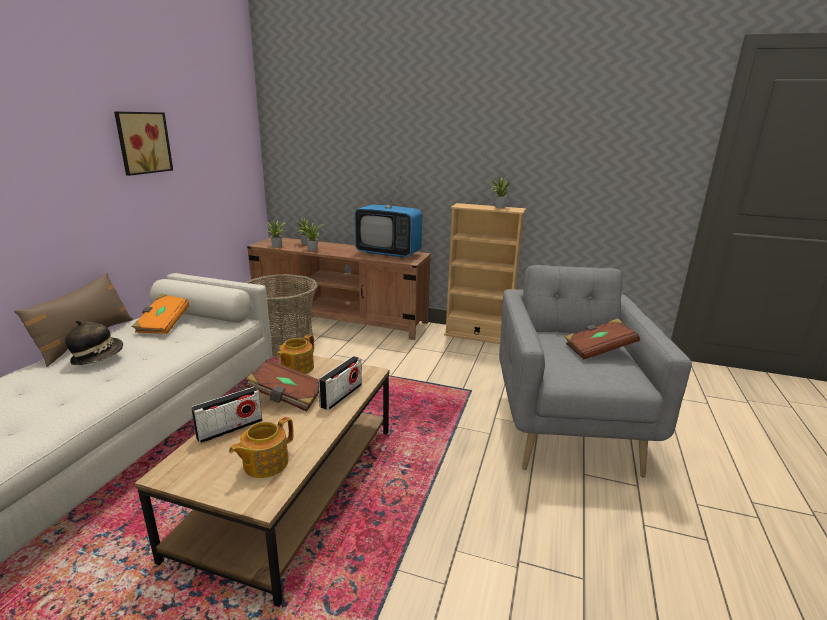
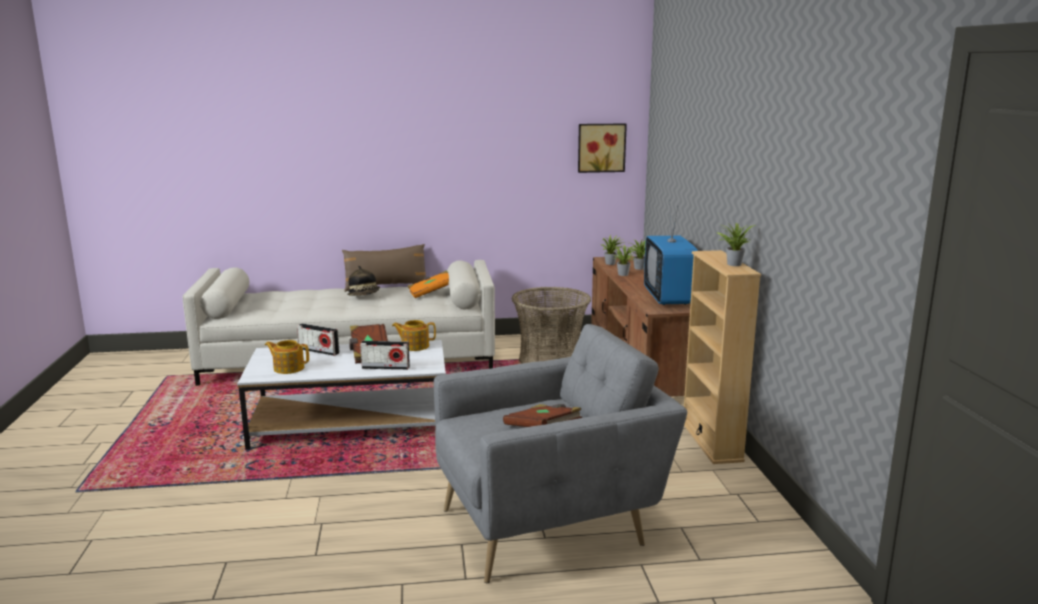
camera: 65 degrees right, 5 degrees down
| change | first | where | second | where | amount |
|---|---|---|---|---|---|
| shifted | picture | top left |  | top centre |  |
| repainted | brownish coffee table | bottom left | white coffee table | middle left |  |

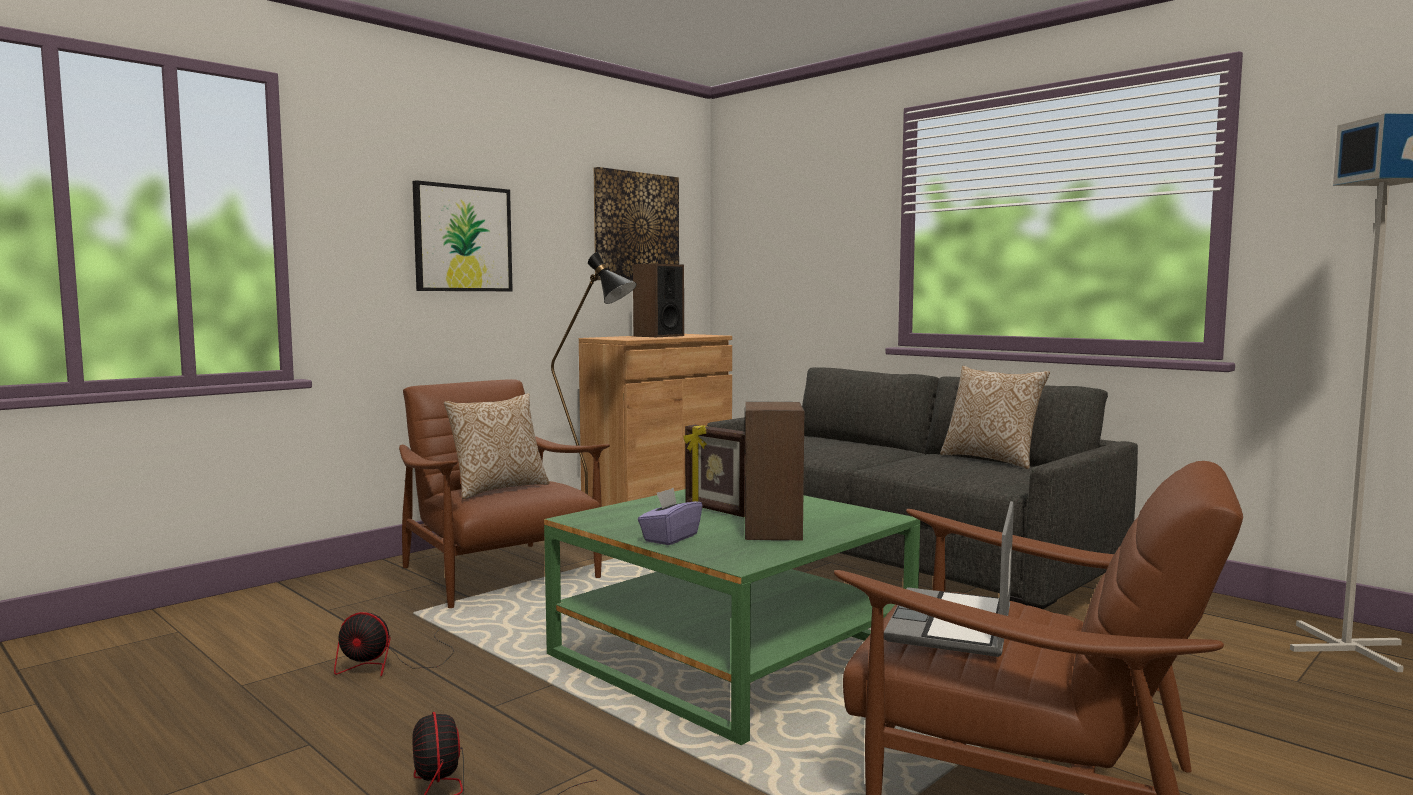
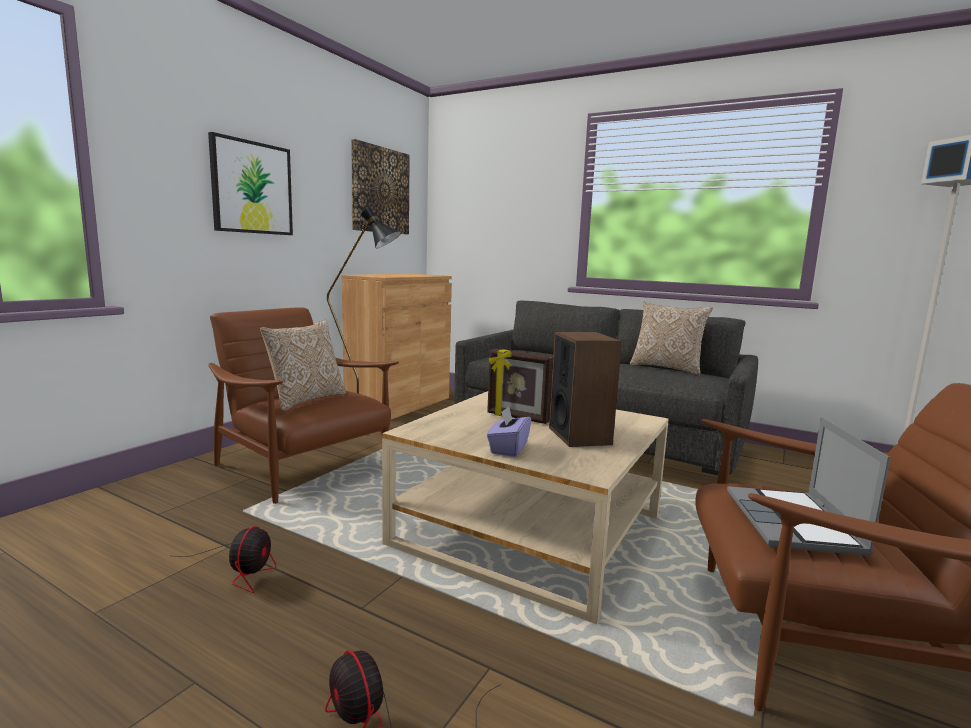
camera: 15 degrees left, 5 degrees up
| change | first | where | second | where | amount |
|---|---|---|---|---|---|
| rotated | cooling fan (no. 1 from left) | bottom left |  | bottom left | 75 degrees counterclockwise |
| repainted | green-coloured coffee table | bottom centre | beige-coloured coffee table | bottom centre |  |
| gone | speaker (no. 1 from left) | centre |  |  |  |

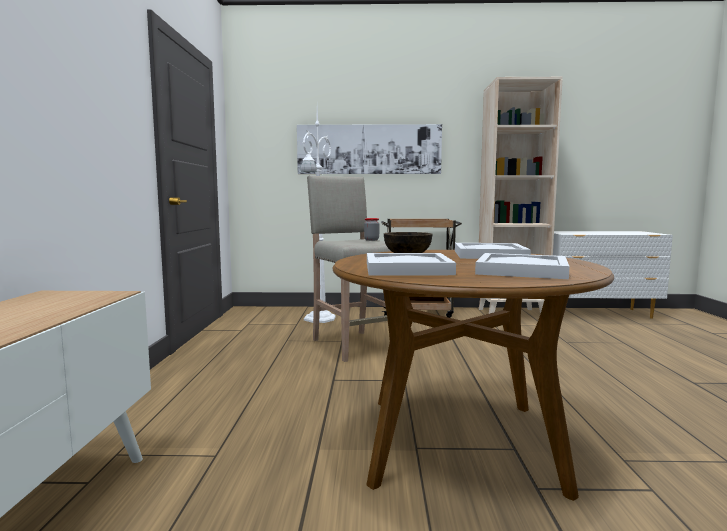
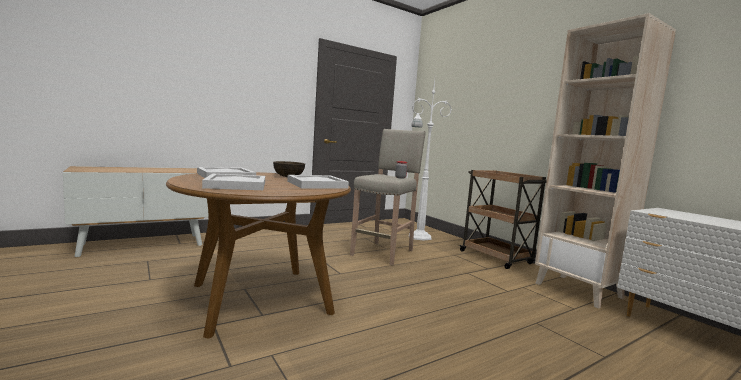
camera: 55 degrees right, 0 degrees up
| change | first | where | second | where | amount |
|---|---|---|---|---|---|
| gone | picture | top centre |  |  |  |

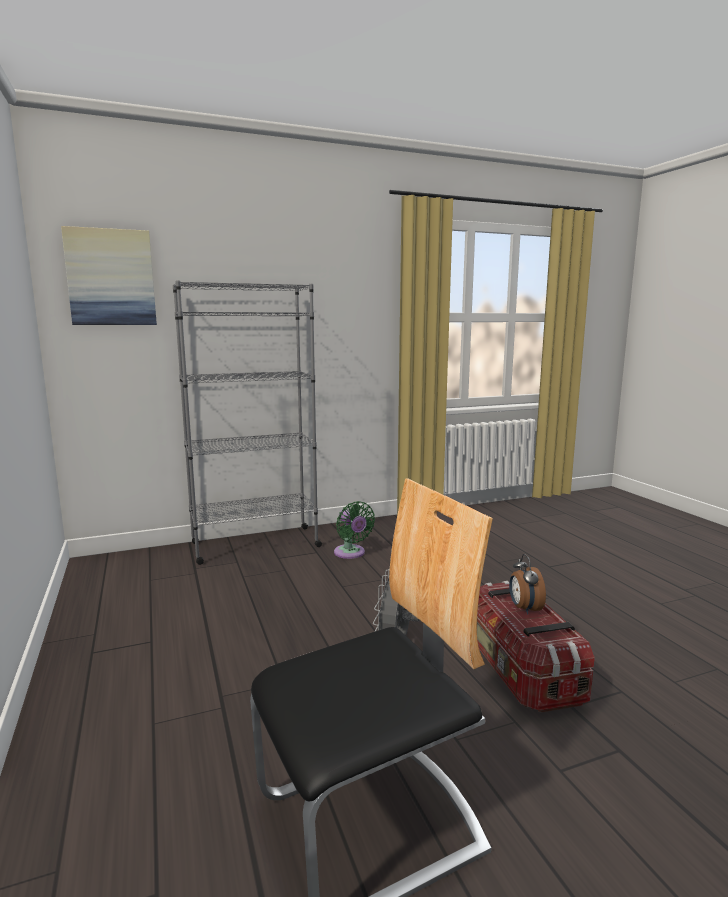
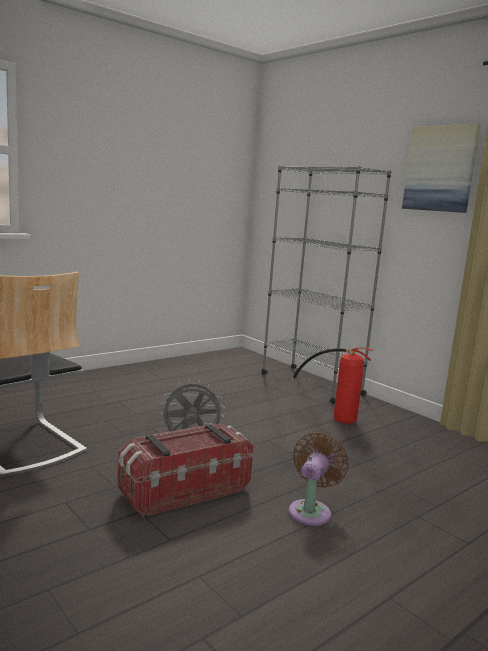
camera: 70 degrees right, 0 degrees up
| change | first | where | second | where | amount |
|---|---|---|---|---|---|
| shifted | picture | top left |  | top right |  |
| swapped | green-coloured cooling fan | centre | fire-fighting cylinder | middle right |  |
| gone | alarm clock | middle right |  |  |  |
| new |  |  | brownish cooling fan | bottom centre |  |

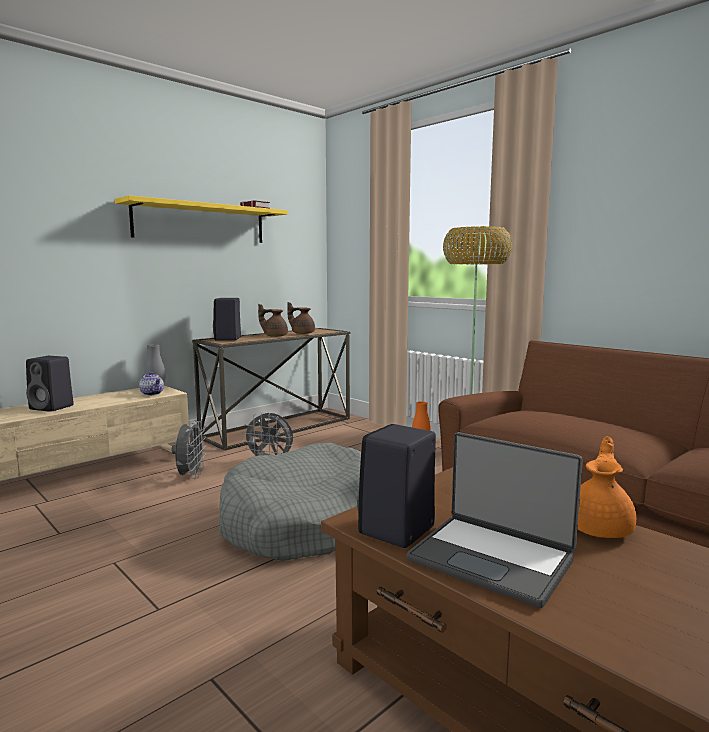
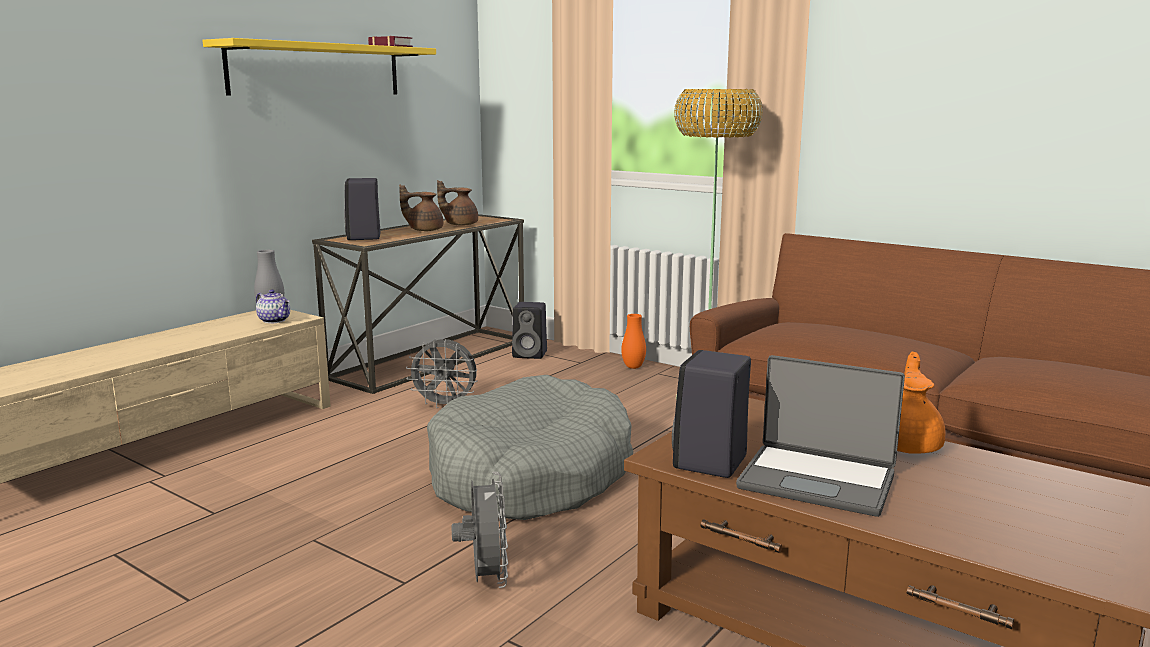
camera: 10 degrees left, 5 degrees up
| change | first | where | second | where | amount |
|---|---|---|---|---|---|
| shifted | black-coloured speaker (no. 1 from left in the first image) | middle left | black-coloured speaker (no. 2 from left) | centre |  |
| shifted | gray cooling fan (no. 1 from left in the first image) | middle left | gray cooling fan (no. 2 from left) | bottom centre |  |

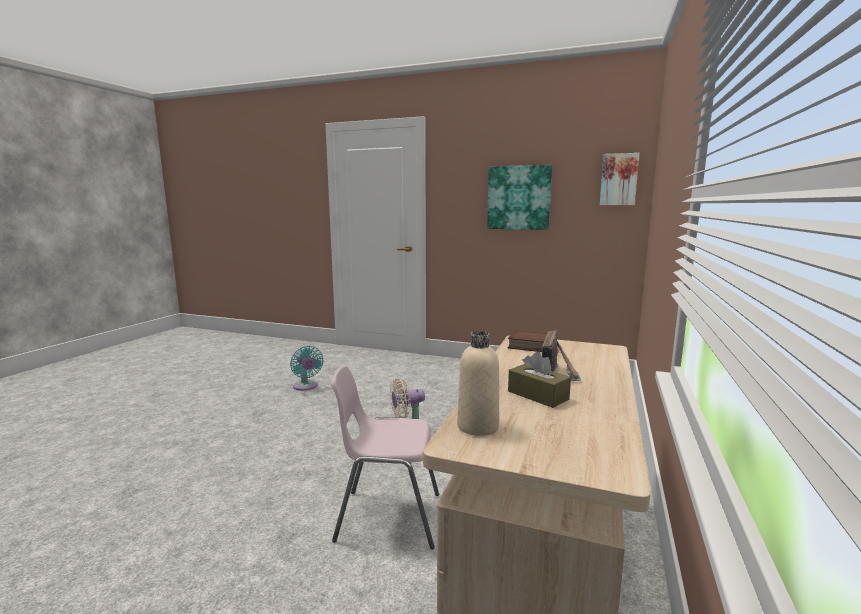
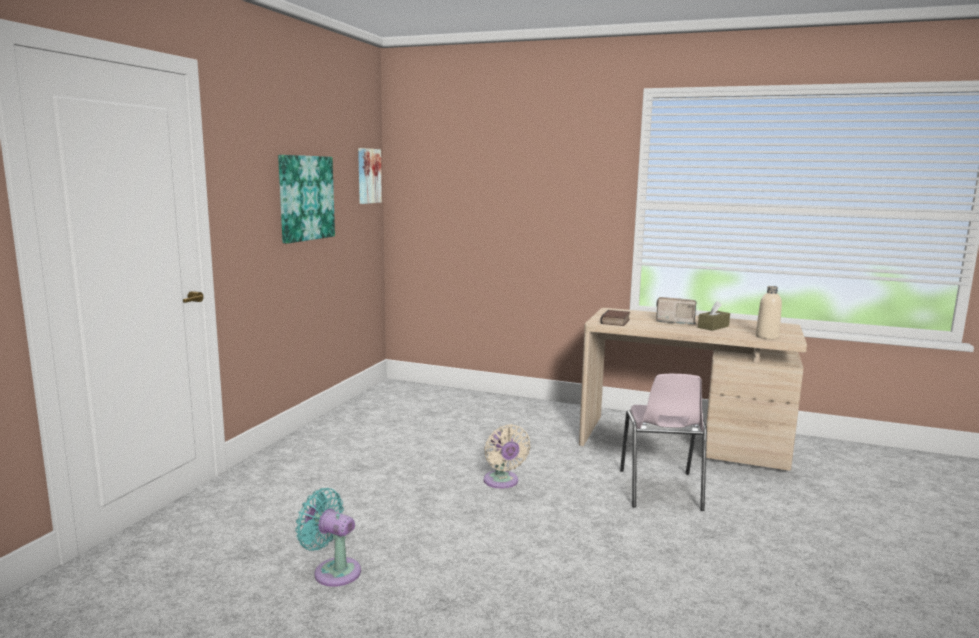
camera: 90 degrees left, 0 degrees up
| change | first | where | second | where | amount |
|---|---|---|---|---|---|
| rotated | turquoise-coloured cooling fan | centre |  | bottom centre | 120 degrees counterclockwise |

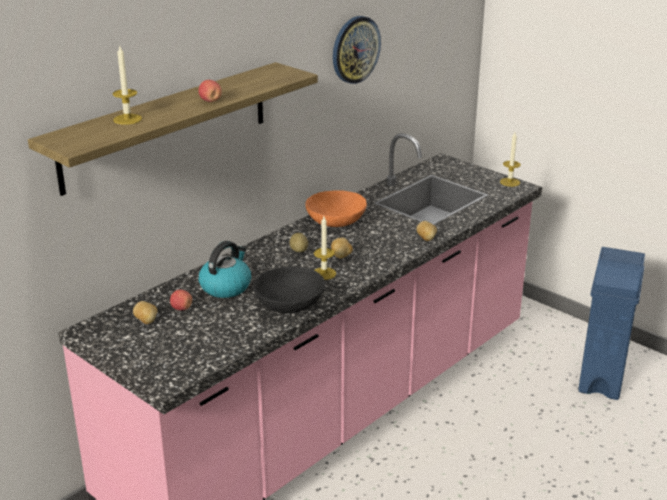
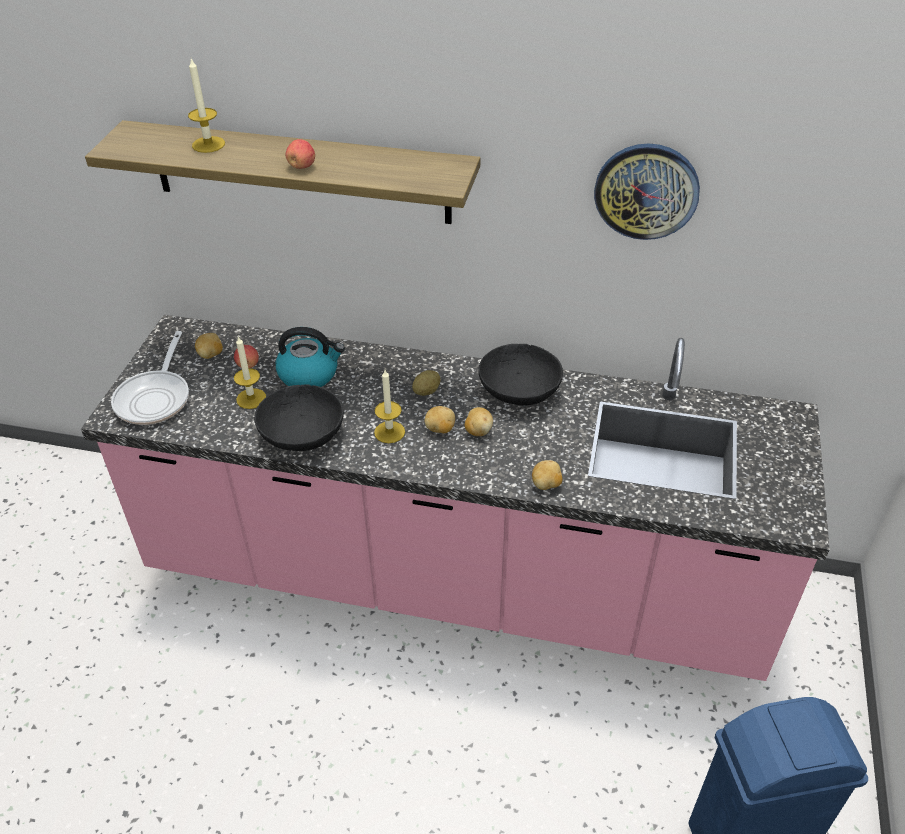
camera: 60 degrees right, 15 degrees up
| change | first | where | second | where | amount |
|---|---|---|---|---|---|
| repainted | orange-coloured serving bowl | centre | black-coloured serving bowl (no. 2 from left) | centre |  |
| shifted | candle (no. 3 from left in the first image) | top right | candle (no. 2 from left) | middle left |  |
| new |  |  | frying pan | middle left |  |
| new |  |  | potato (no. 4 from left) | centre |  |

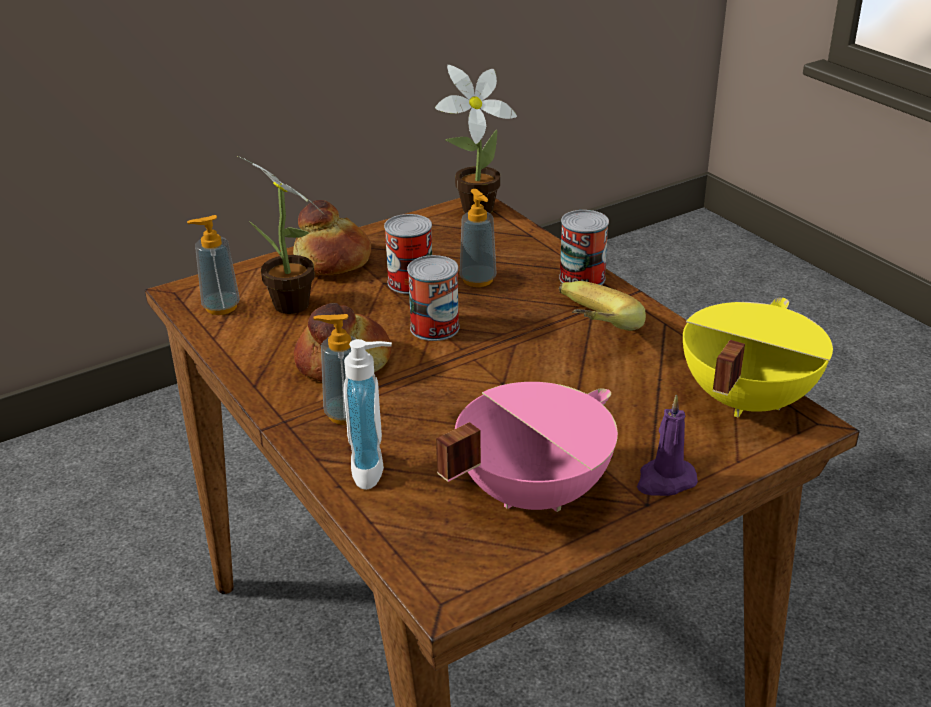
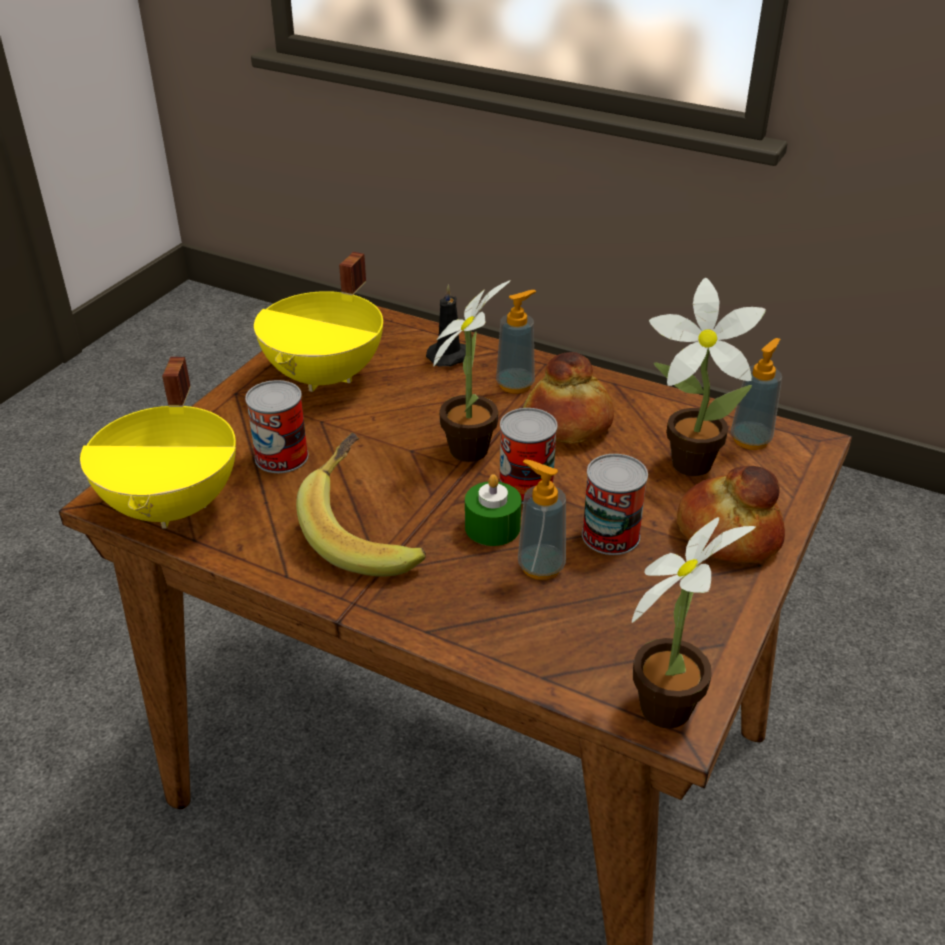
camera: 150 degrees right, 5 degrees up
| change | first | where | second | where | amount |
|---|---|---|---|---|---|
| swapped | liquid soap bottle (no. 3 from left) | centre | black-coloured candle | centre |  |
| repainted | pink-coloured cooking pot | centre | yellowish cooking pot (no. 2 from left) | centre |  |
| shifted | metal can (no. 3 from left in the first image) | centre | metal can (no. 1 from left) | middle left |  |
| gone | purple candle | middle right |  |  |  |
| new |  |  | houseplant (no. 1 from left) | centre |  |
| new |  |  | green-coloured candle | centre |  |

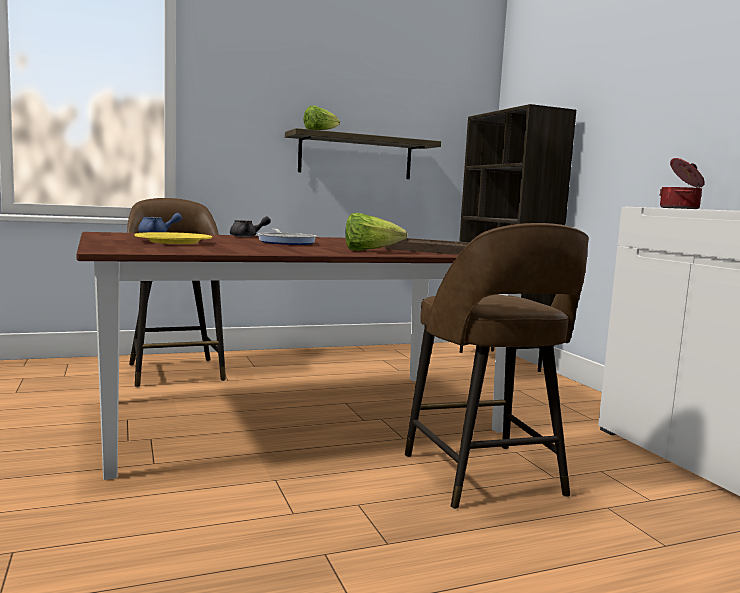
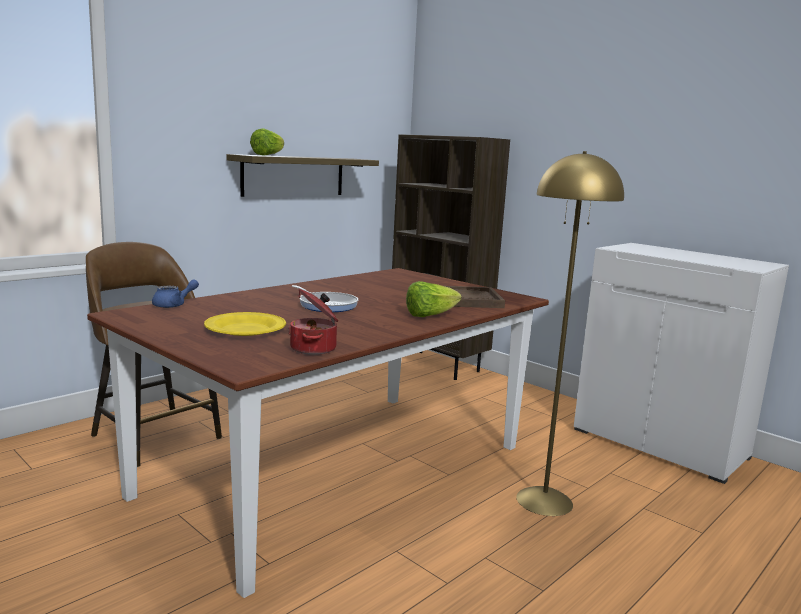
camera: 25 degrees left, 5 degrees up
| change | first | where | second | where | amount |
|---|---|---|---|---|---|
| gone | gray teapot | centre |  |  |  |
| swapped | brownish stool (no. 2 from left) | middle right | yellowish floor lamp | middle right |  |
| shifted | cooking pot | top right |  | centre |  |

